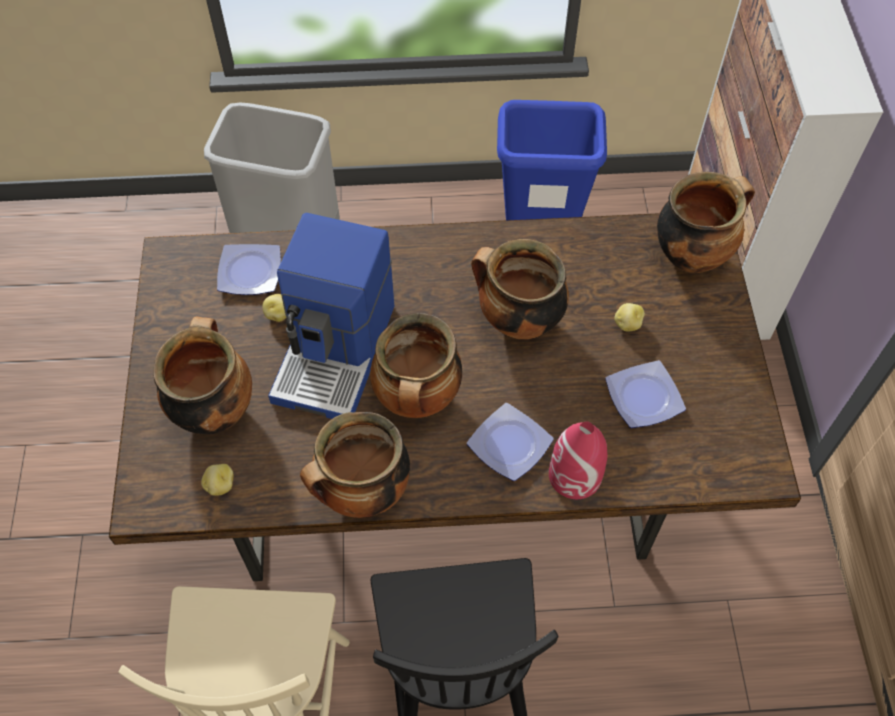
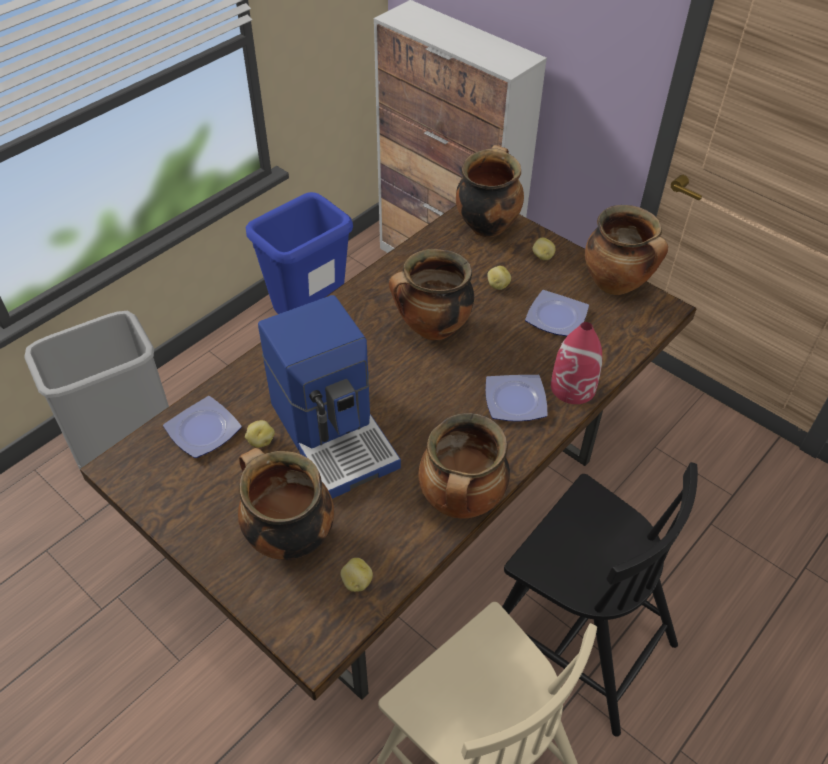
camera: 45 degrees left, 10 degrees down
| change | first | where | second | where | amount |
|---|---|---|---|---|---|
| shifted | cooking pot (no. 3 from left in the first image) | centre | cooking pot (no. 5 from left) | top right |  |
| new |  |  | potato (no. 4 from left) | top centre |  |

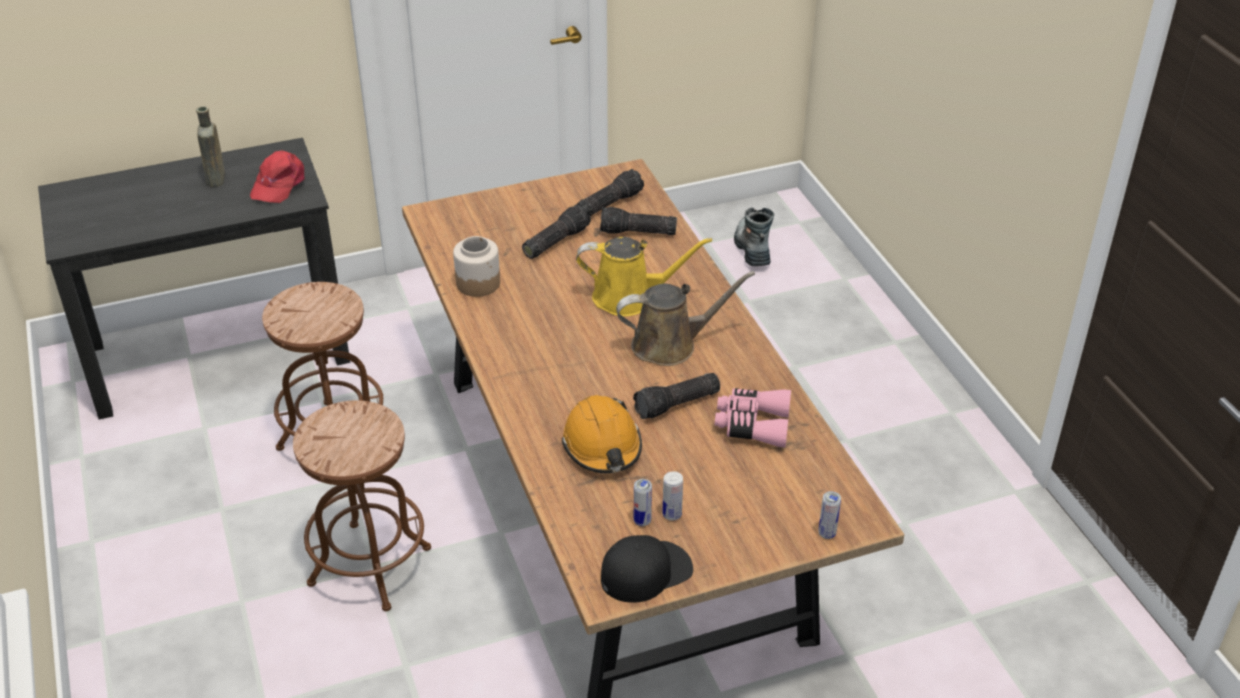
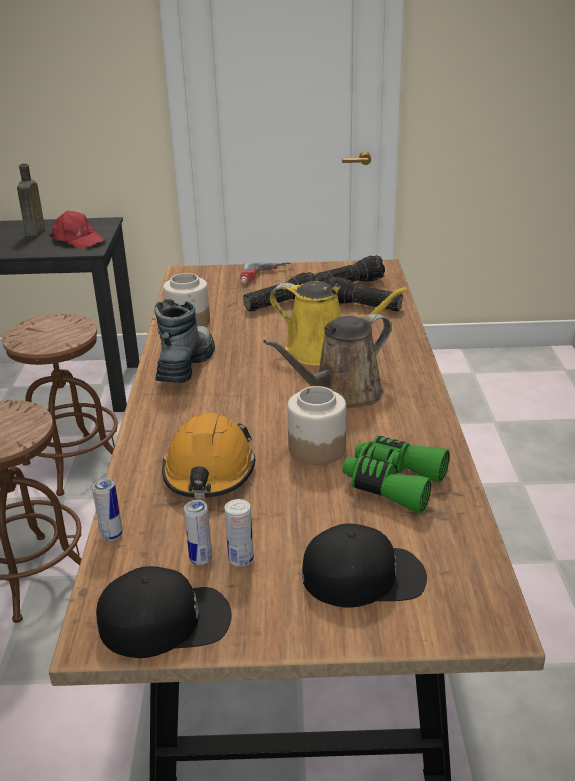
camera: 20 degrees right, 10 degrees down
| change | first | where | second | where | amount |
|---|---|---|---|---|---|
| rotated | red baseball cap | top left |  | top left | 90 degrees counterclockwise |
| rotated | brownish watering can | centre |  | centre | 135 degrees clockwise |
| swapped | flashlight (no. 4 from left) | centre | storage jar (no. 2 from left) | centre |  |
| repainted | pink-coloured pair of binoculars | centre | green-coloured pair of binoculars | middle right |  |
| shifted | tall boot | centre |  | middle left |  |
| shifted | metal can (no. 3 from left in the first image) | bottom right | metal can (no. 1 from left) | middle left |  |
| new |  |  | power drill | centre |  |
| new |  |  | black-coloured baseball cap (no. 2 from left) | bottom centre |  |

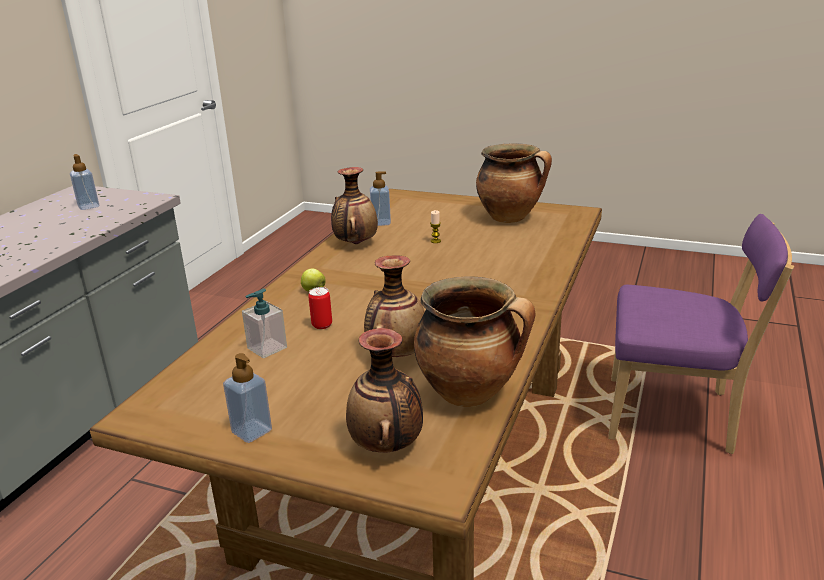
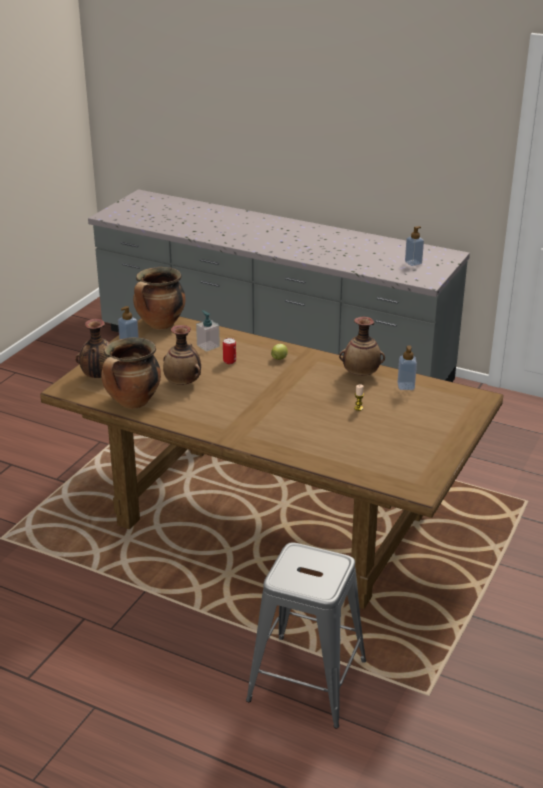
camera: 95 degrees right, 5 degrees up
| change | first | where | second | where | amount |
|---|---|---|---|---|---|
| shifted | cooking pot (no. 2 from left) | top centre |  | middle left |  |
| swapped | purple upright chair | middle right | gray stool | bottom centre |  |

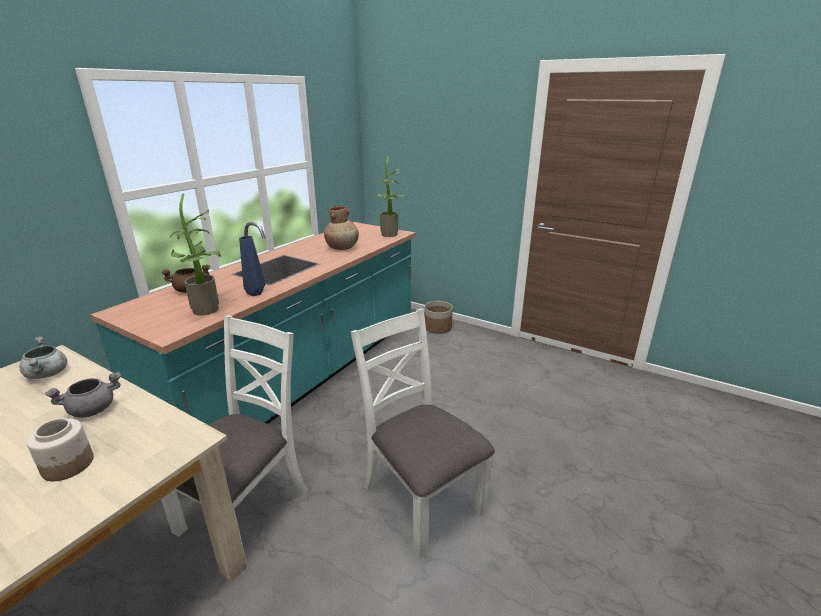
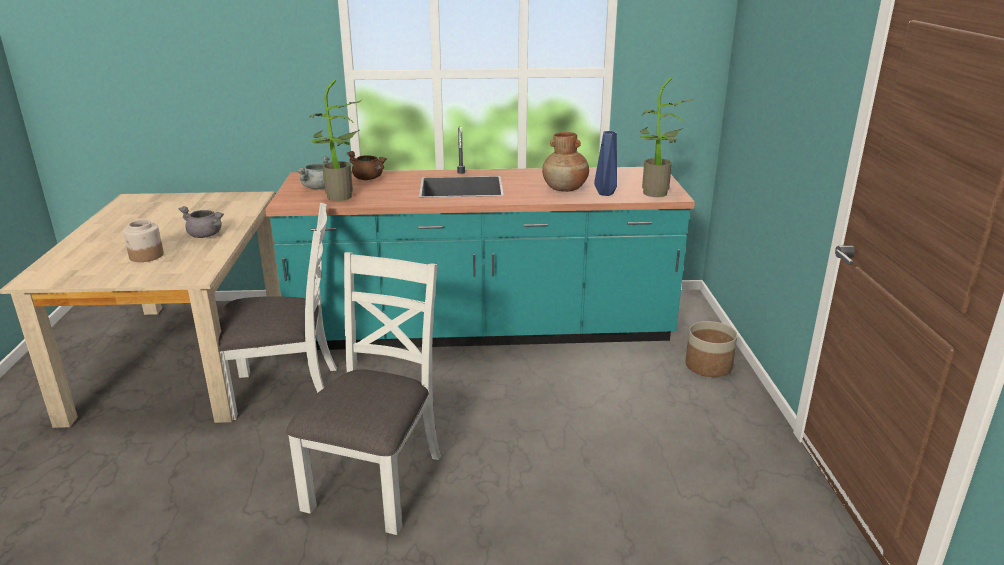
camera: 55 degrees right, 0 degrees up
| change | first | where | second | where | amount |
|---|---|---|---|---|---|
| shifted | gray cooking pot (no. 1 from left in the first image) | middle left | gray cooking pot (no. 2 from left) | top left |  |
| shifted | blue-coloured decorative vase | middle left |  | top centre |  |

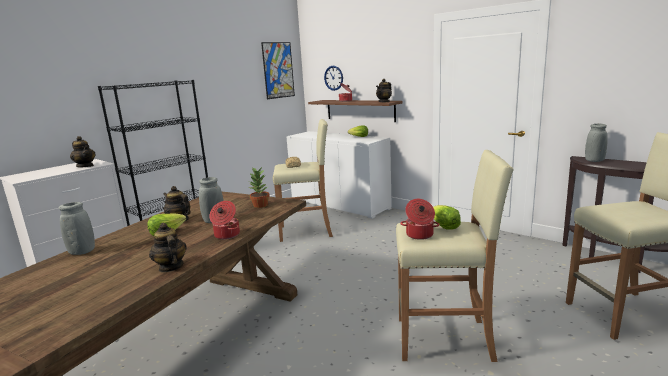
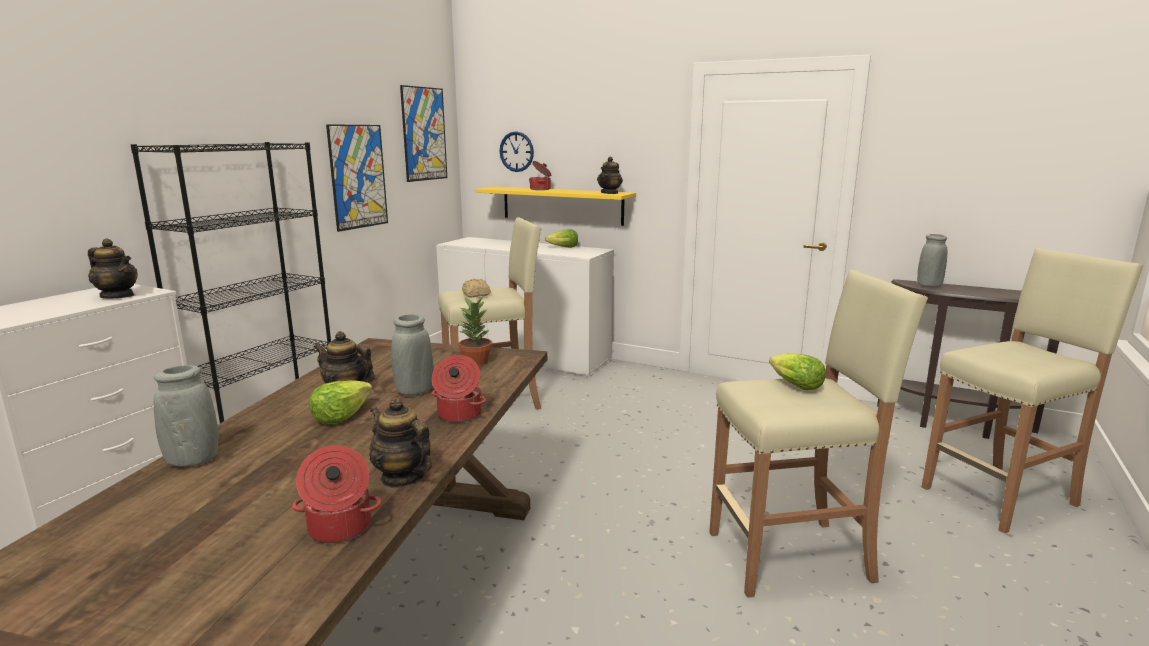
camera: 15 degrees left, 0 degrees up
| change | first | where | second | where | amount |
|---|---|---|---|---|---|
| repainted | brownish shelf | top centre | yellowish shelf | top centre |  |
| shifted | cooking pot (no. 3 from left in the first image) | centre | cooking pot (no. 1 from left) | bottom left |  |
| new |  |  | picture (no. 1 from left) | top left |  |

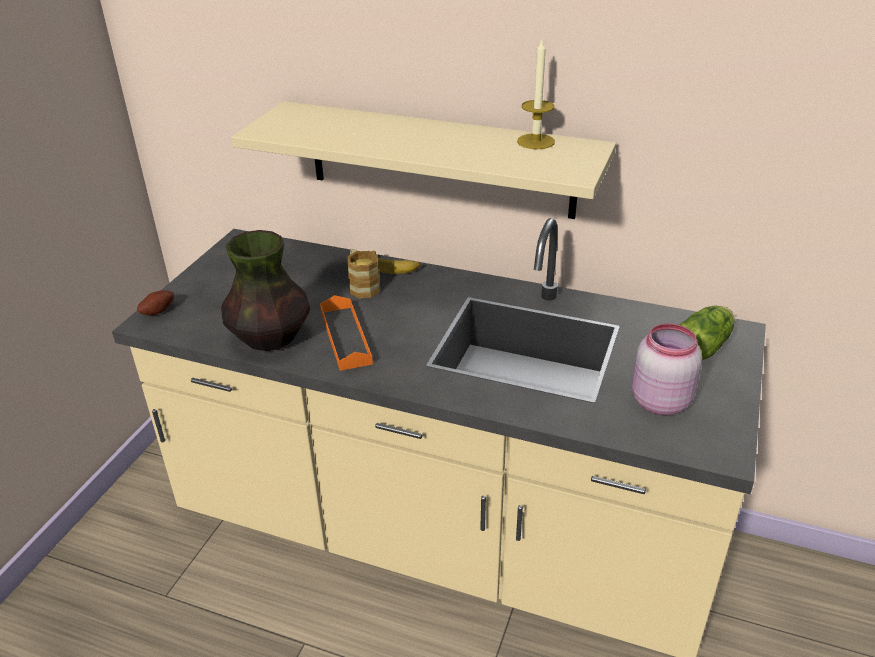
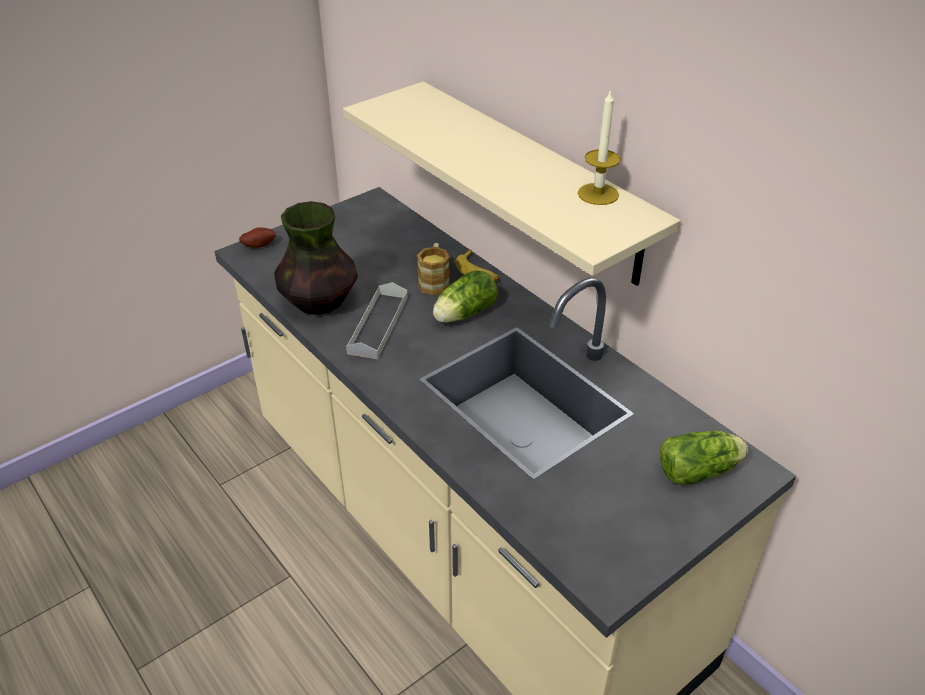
camera: 30 degrees right, 5 degrees up
| change | first | where | second | where | amount |
|---|---|---|---|---|---|
| repainted | orange-coloured serving tray | centre | gray serving tray | centre |  |
| gone | pink-coloured storage jar | middle right |  |  |  |
| new |  |  | head of lettuce (no. 1 from left) | centre |  |

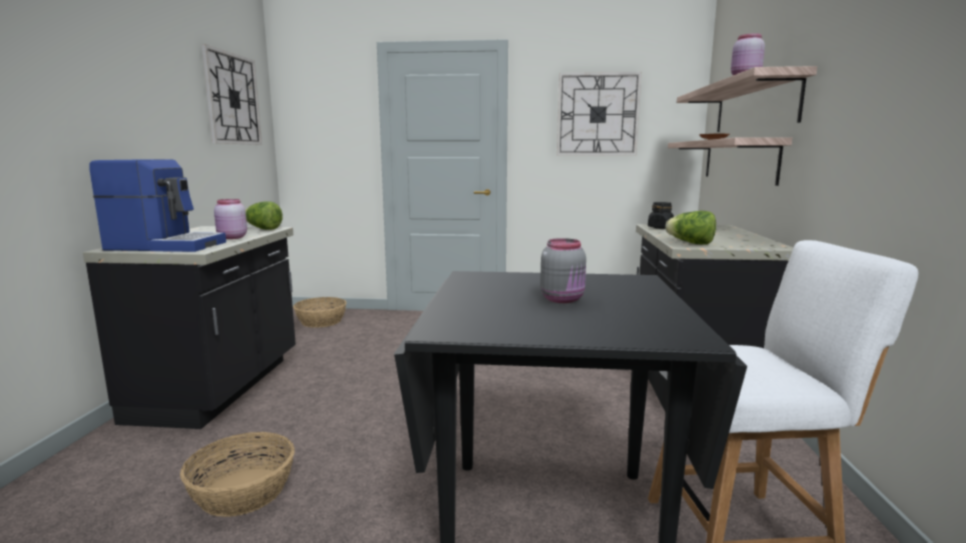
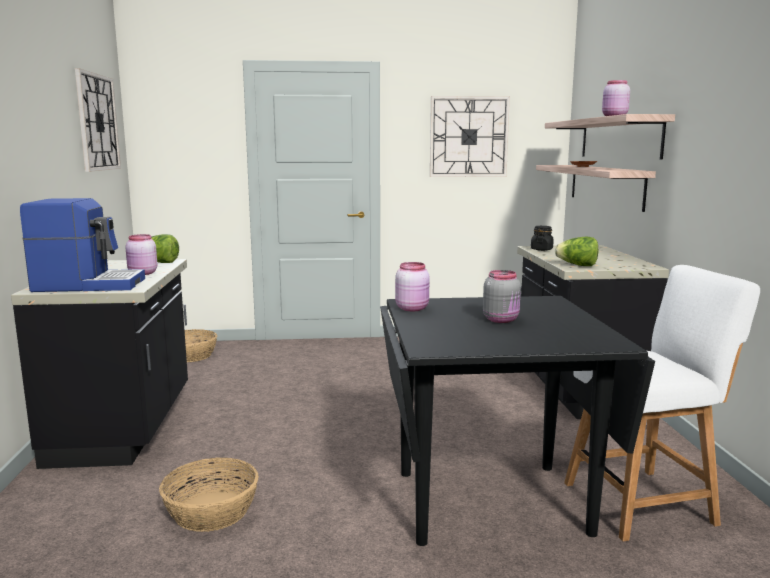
camera: 10 degrees left, 0 degrees up
| change | first | where | second | where | amount |
|---|---|---|---|---|---|
| new |  |  | pink-coloured storage jar (no. 2 from left) | centre |  |

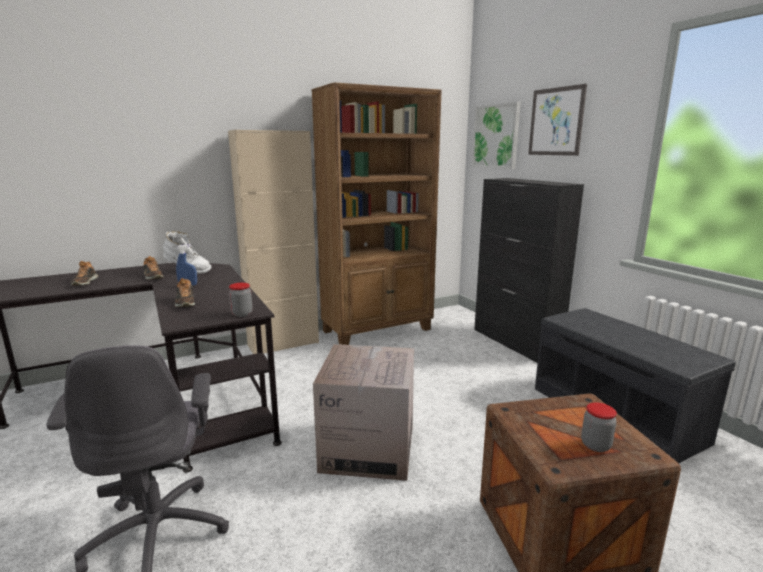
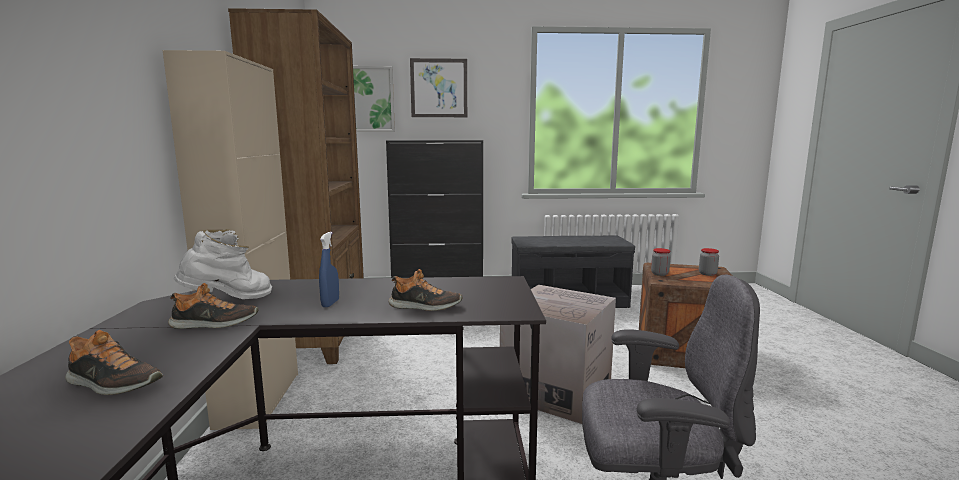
camera: 65 degrees left, 5 degrees down
| change | first | where | second | where | amount |
|---|---|---|---|---|---|
| shifted | storage jar (no. 1 from left) | middle left |  | middle right |  |

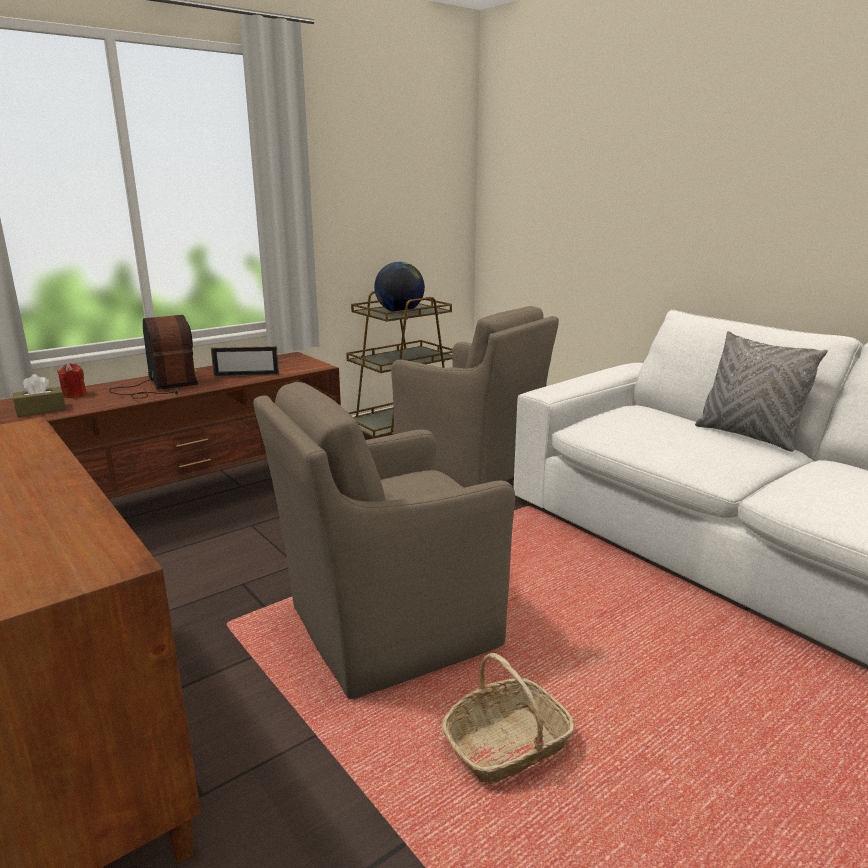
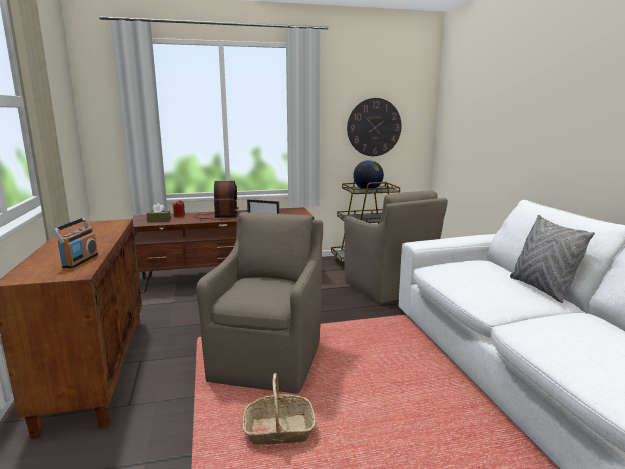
camera: 25 degrees right, 5 degrees down
| change | first | where | second | where | amount |
|---|---|---|---|---|---|
| rotated | brownish armchair (no. 1 from left) | centre |  | centre | 105 degrees clockwise |
| new |  |  | radio receiver (no. 1 from left) | middle left |  |
| new |  |  | wall clock | top centre |  |

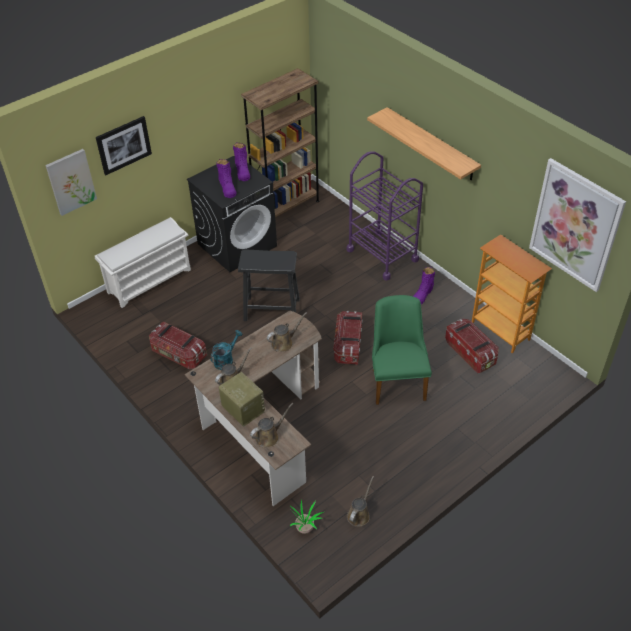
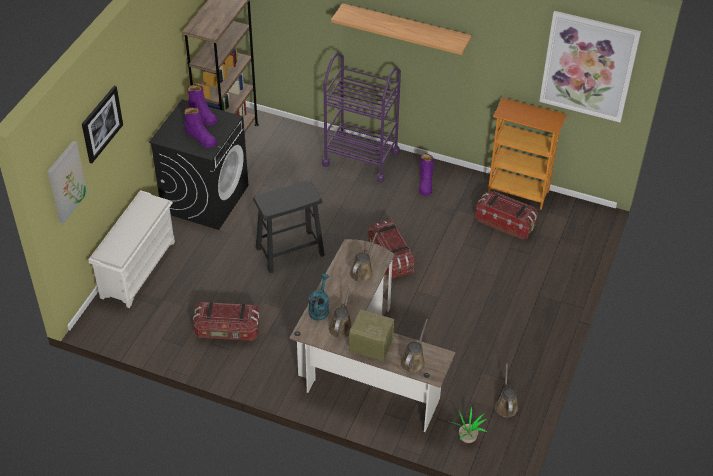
camera: 30 degrees left, 0 degrees up
| change | first | where | second | where | amount |
|---|---|---|---|---|---|
| gone | green-coloured upright chair | centre |  |  |  |

